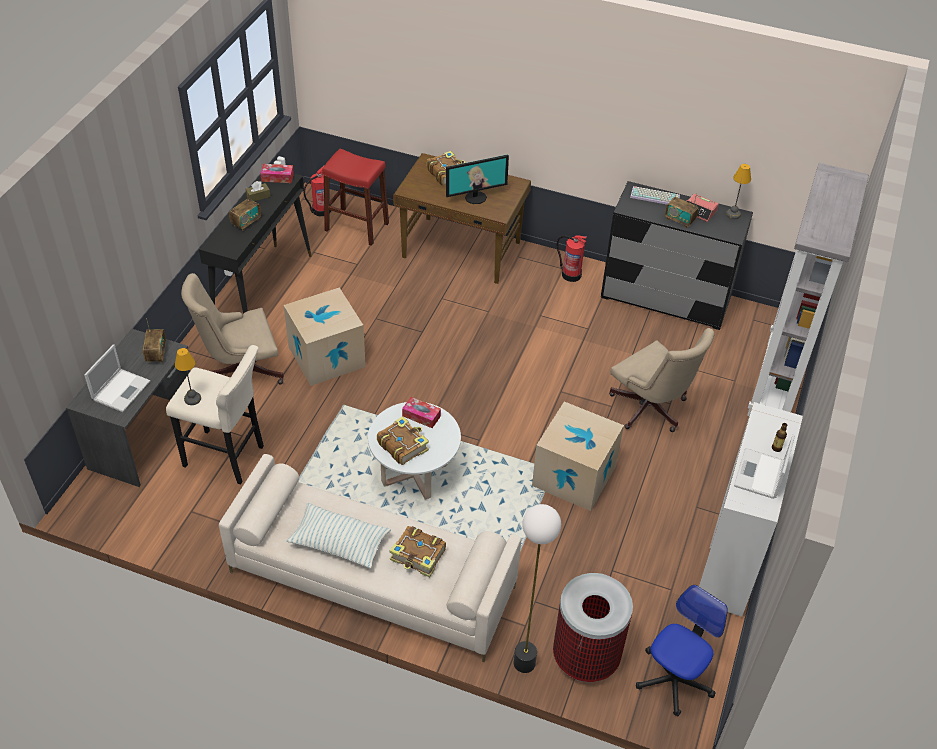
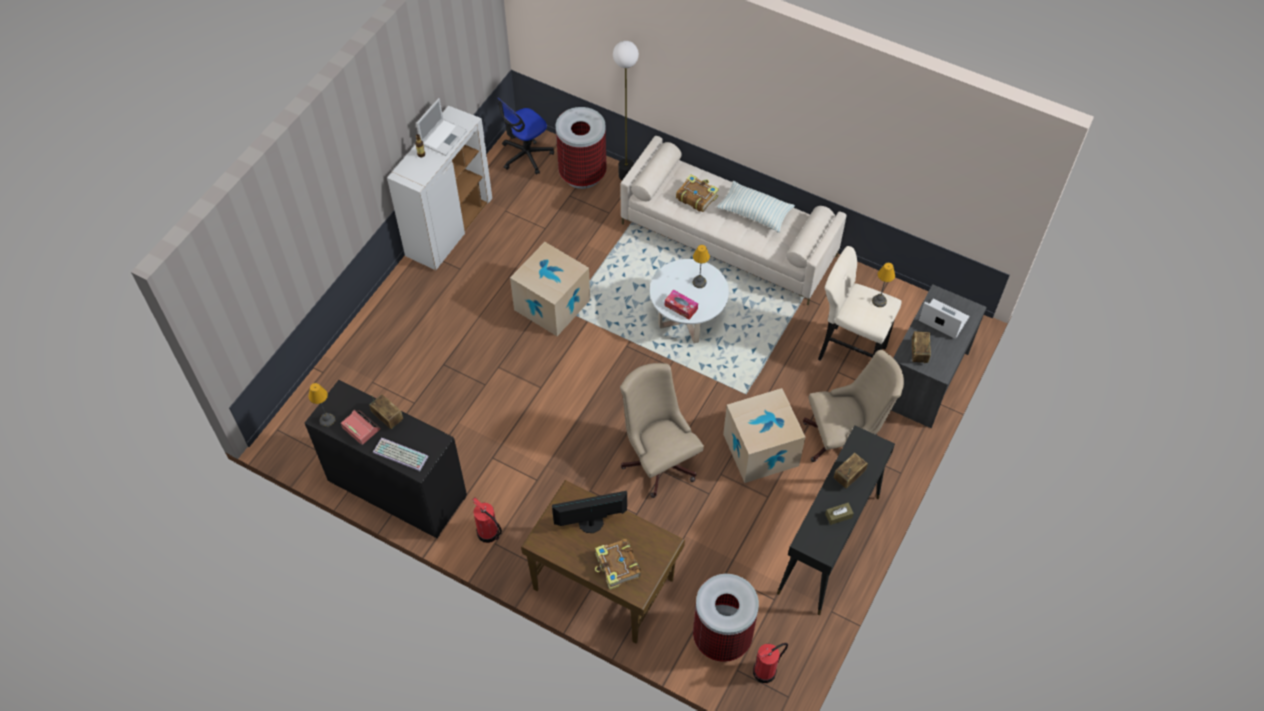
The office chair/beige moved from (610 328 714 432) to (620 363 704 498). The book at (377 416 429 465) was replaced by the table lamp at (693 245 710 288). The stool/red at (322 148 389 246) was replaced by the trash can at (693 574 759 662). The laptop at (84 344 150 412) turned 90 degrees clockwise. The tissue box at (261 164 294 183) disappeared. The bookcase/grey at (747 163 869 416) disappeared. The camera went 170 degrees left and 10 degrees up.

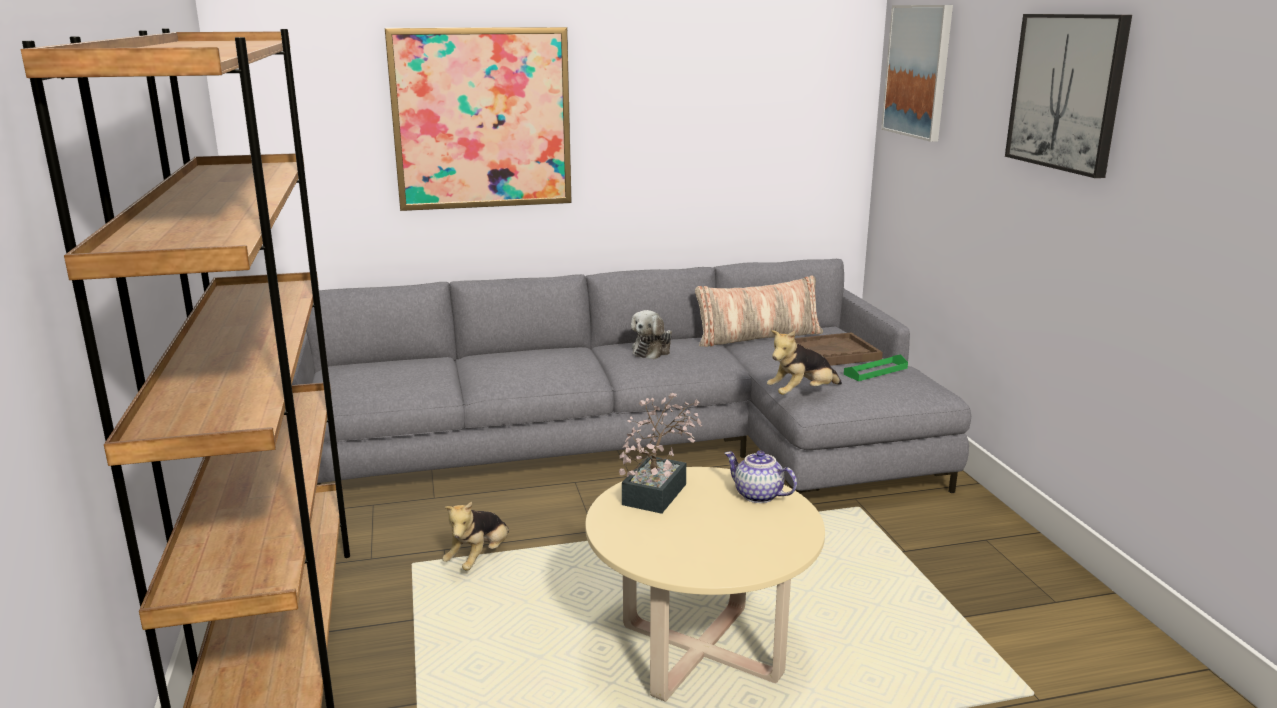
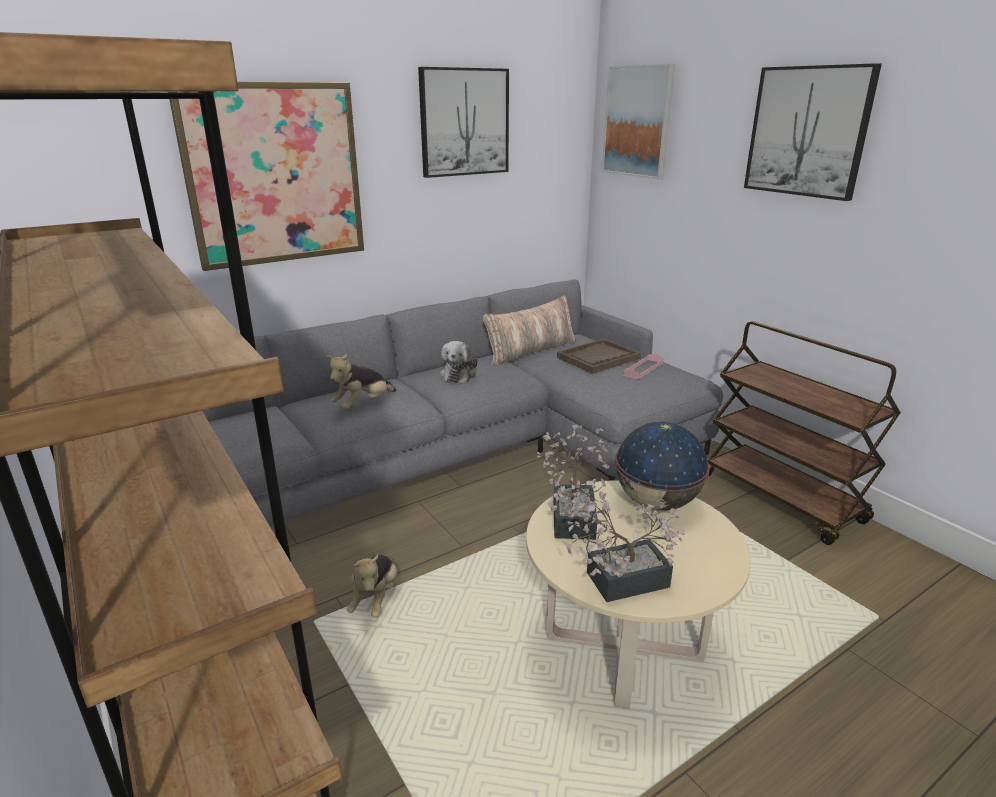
The plush toy moved from (767 330 842 395) to (326 354 396 410). The picture at (418 67 509 178) appeared. The potted plant at (565 492 685 602) appeared. The teapot at (725 451 797 503) was replaced by the globe at (615 422 710 511). The tray/green at (844 354 908 381) became the tray/pink at (623 353 664 380). The cart/brown at (707 321 901 545) appeared. The camera went 20 degrees left and 5 degrees up.

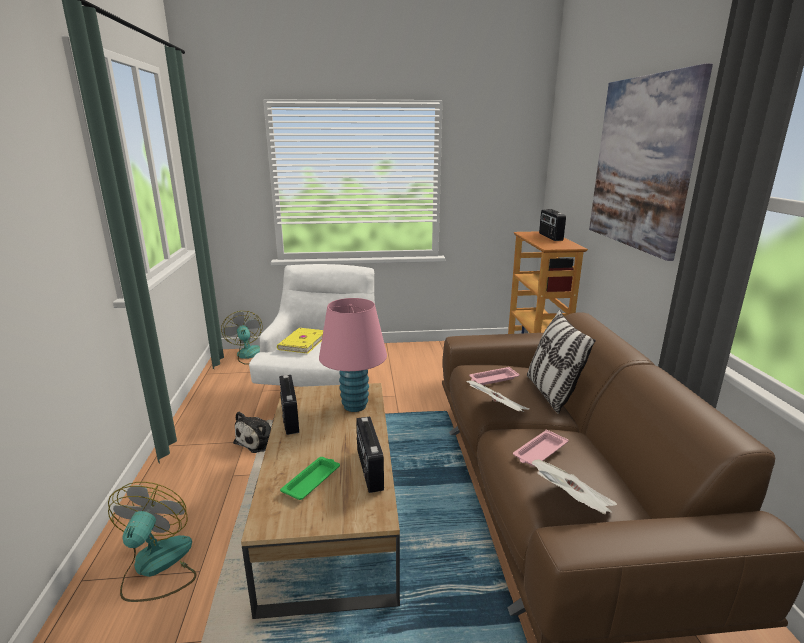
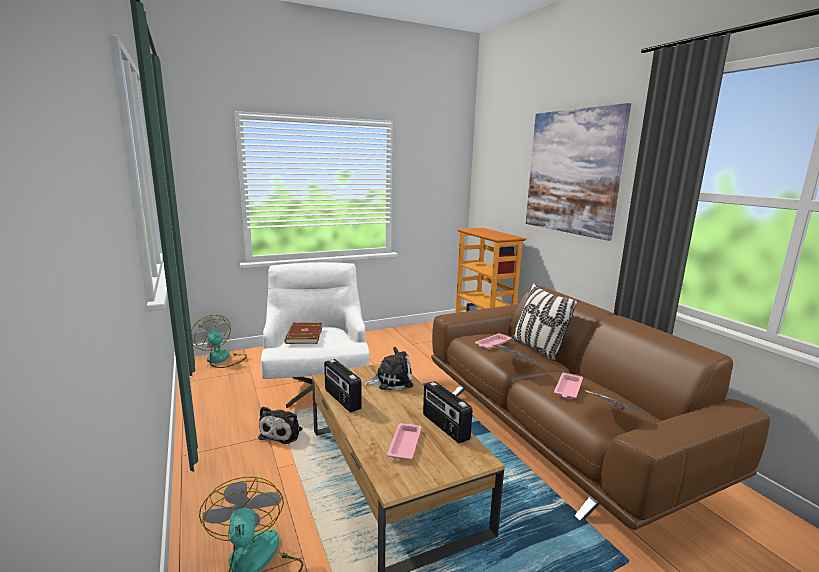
The book/yellow at (277 328 323 354) became the book/brown at (285 322 322 344). The table lamp/pink at (319 298 387 412) was replaced by the plush toy at (362 347 413 391). The tray/green at (280 457 340 500) became the tray/pink at (387 423 421 460). The radio at (539 209 566 241) disappeared. The camera went 20 degrees left and 5 degrees down.

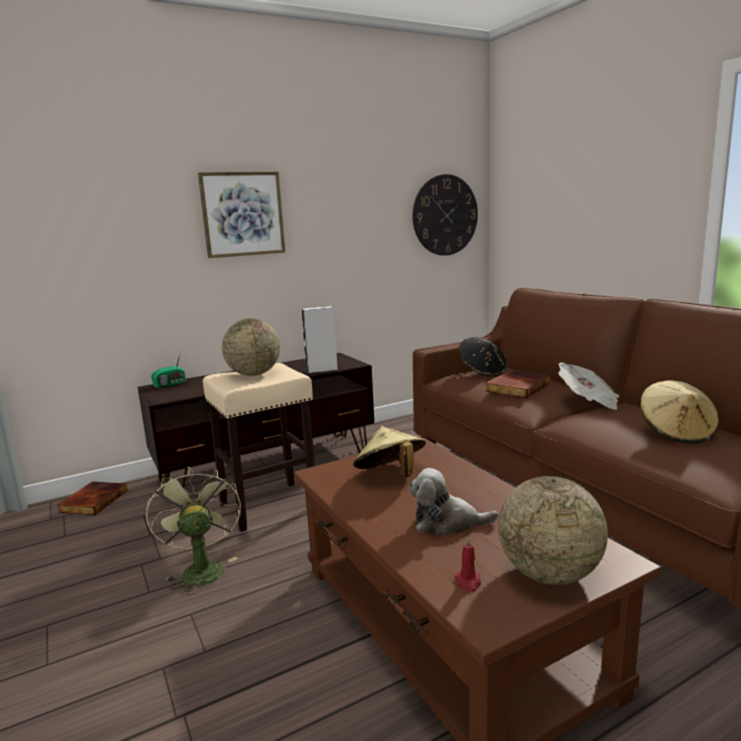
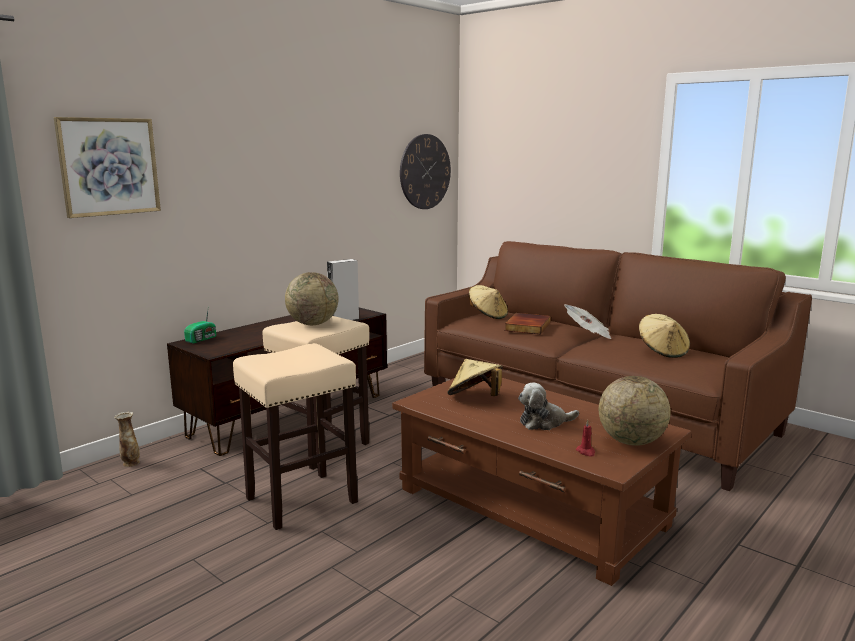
The picture moved from (198 172 285 258) to (54 117 161 218). The book at (58 482 127 515) was replaced by the vase at (114 412 140 467). The fan/green at (146 466 241 595) was replaced by the stool/beige at (233 343 358 530). The hat/black at (459 337 507 377) became the hat/beige at (469 285 508 319). The camera went 20 degrees left and 0 degrees up.

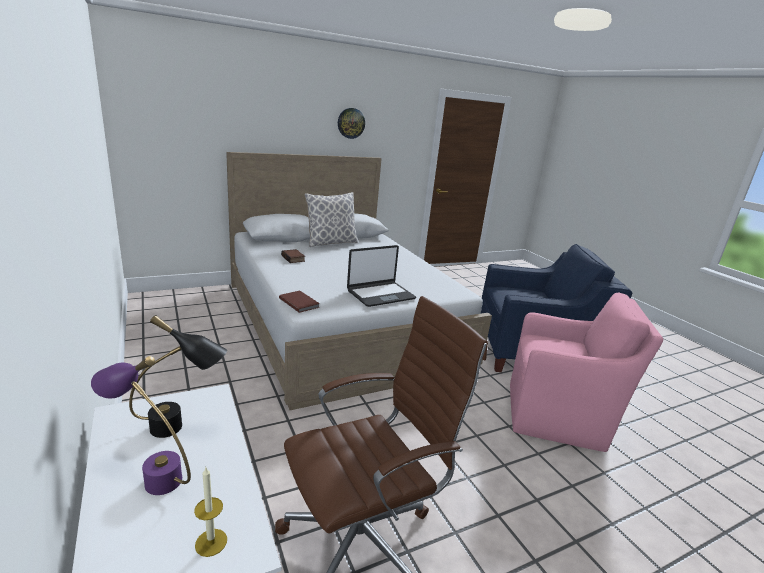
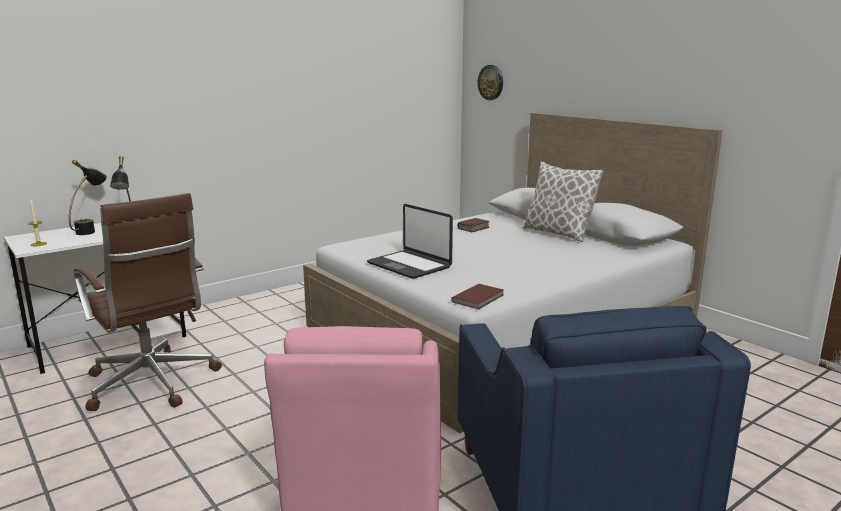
The table lamp/purple at (91 356 191 495) became the table lamp/black at (69 160 107 235). The book/brown moved from (279 291 320 313) to (451 284 504 309). The wall clock moved from (338 108 365 139) to (478 65 503 100). The camera went 80 degrees right and 5 degrees down.

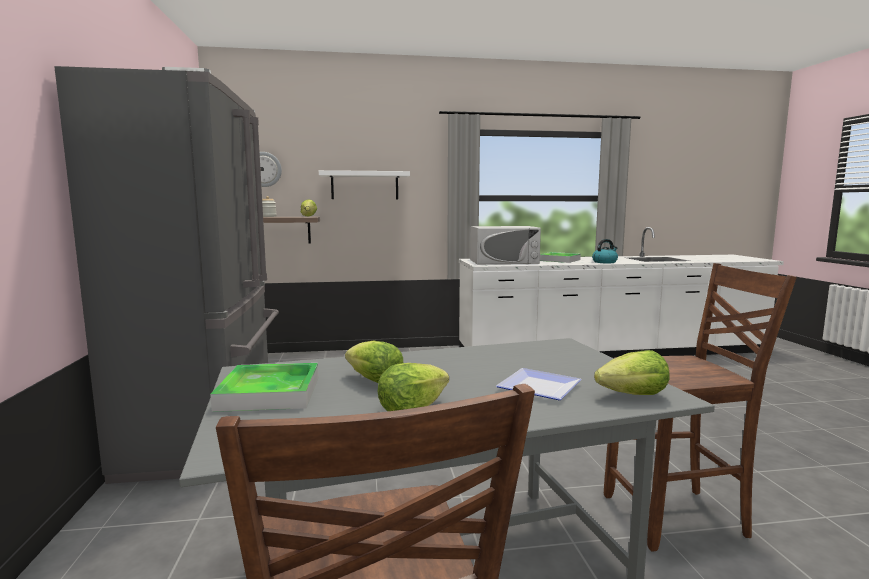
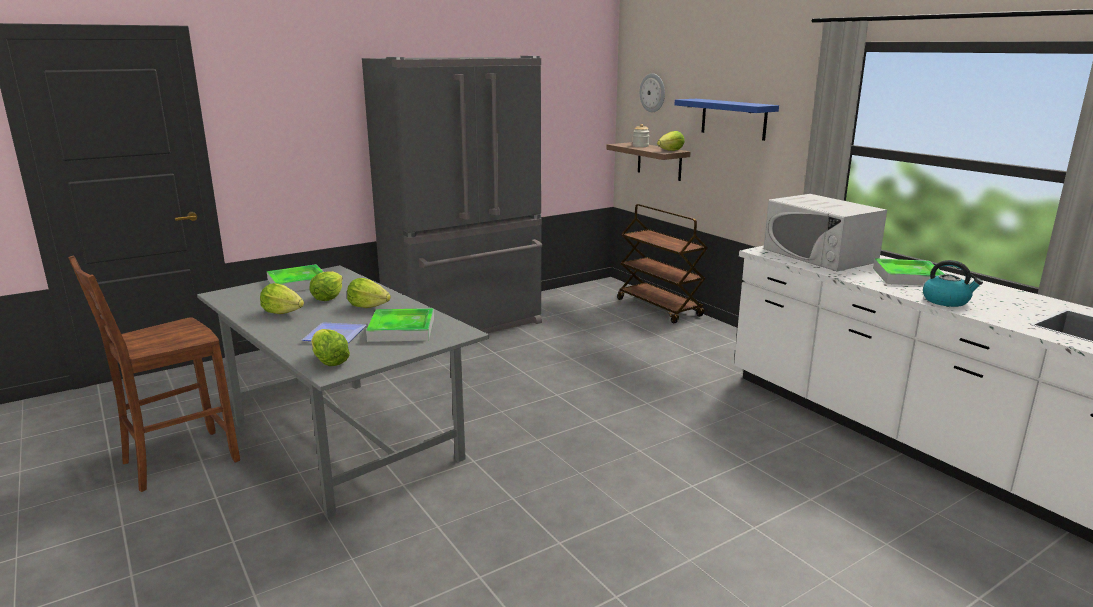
The lettuce at (347 278 391 308) appeared. The tray at (366 308 434 342) appeared. The cart/brown at (617 204 708 324) appeared. The shelf/white at (319 170 410 199) became the shelf/blue at (675 99 779 141). The chair/brown at (604 263 797 552) disappeared. The camera went 65 degrees right and 10 degrees up.

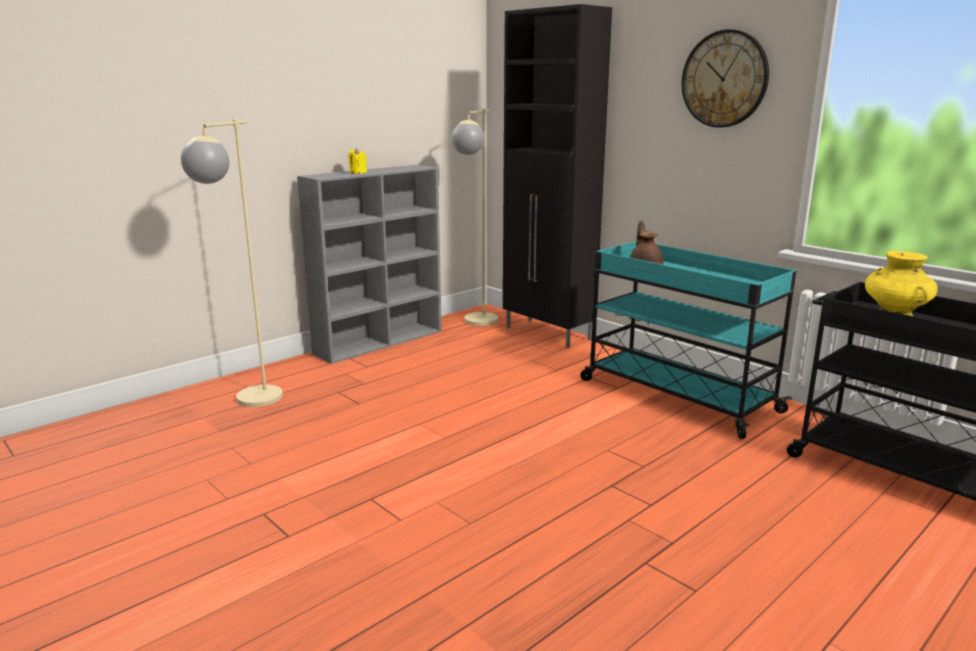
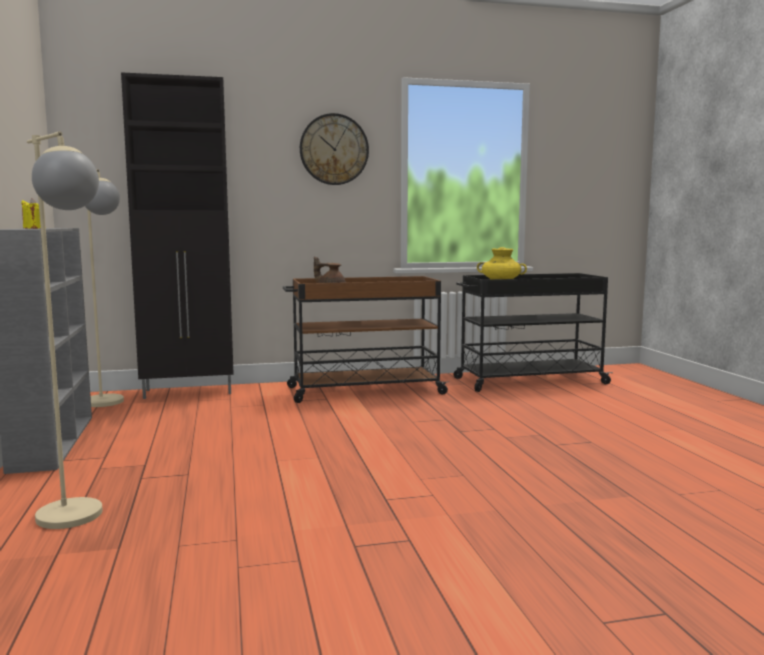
The cart/turquoise at (580 241 796 439) became the cart/brown at (283 276 450 403). The camera went 60 degrees left and 10 degrees down.

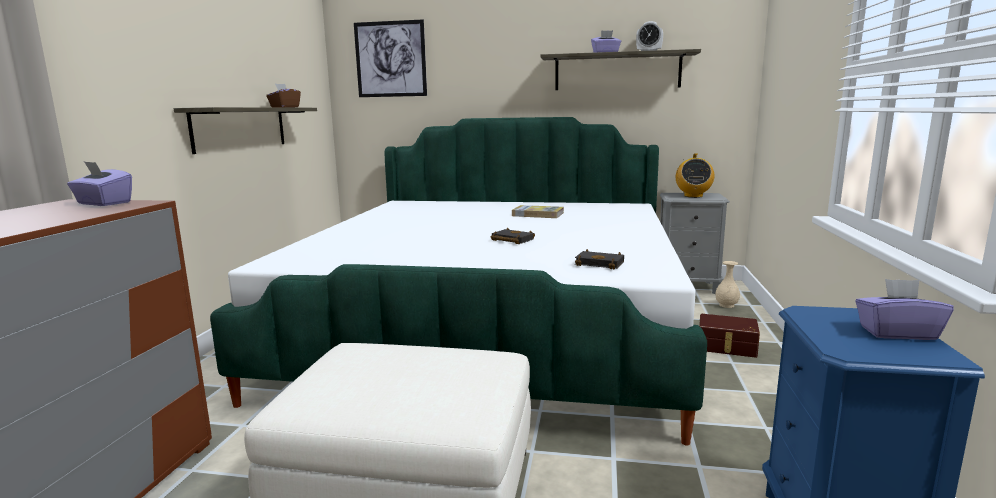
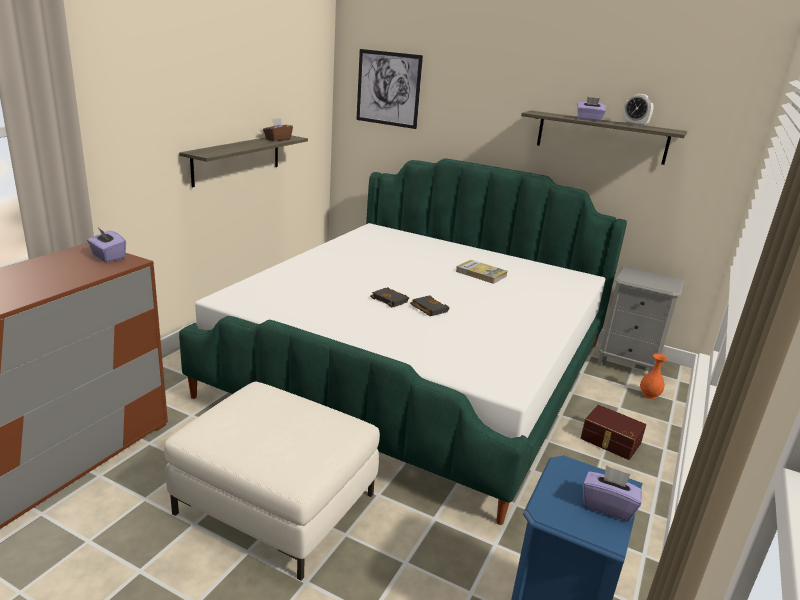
The book/black moved from (575 249 624 269) to (370 287 409 307). The vase/beige at (715 261 740 308) became the vase/orange at (640 354 668 399). The radio at (676 154 715 198) disappeared. The camera went 15 degrees right and 10 degrees up.

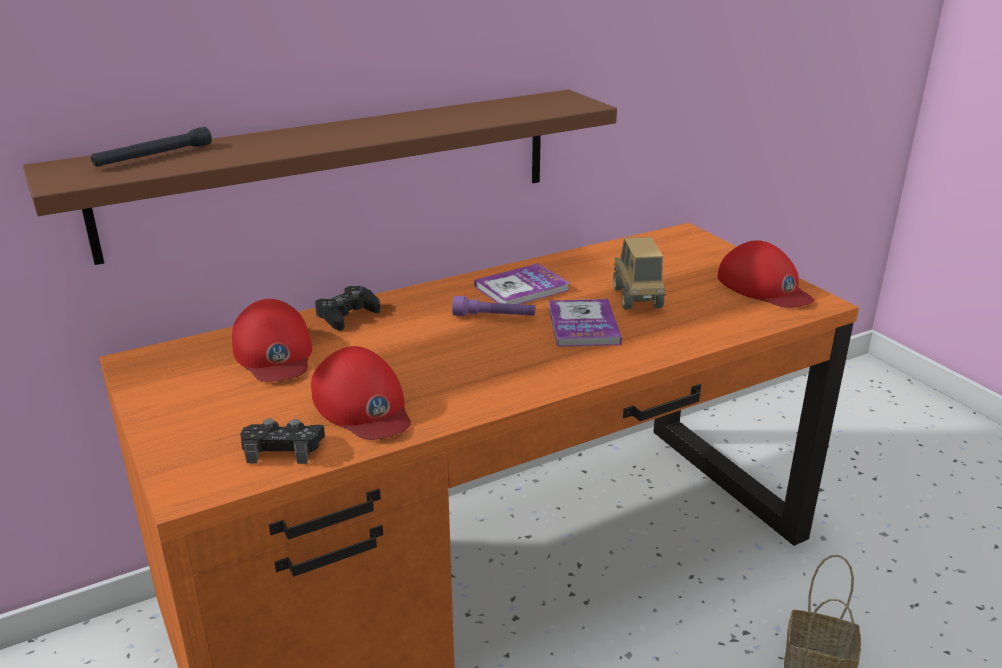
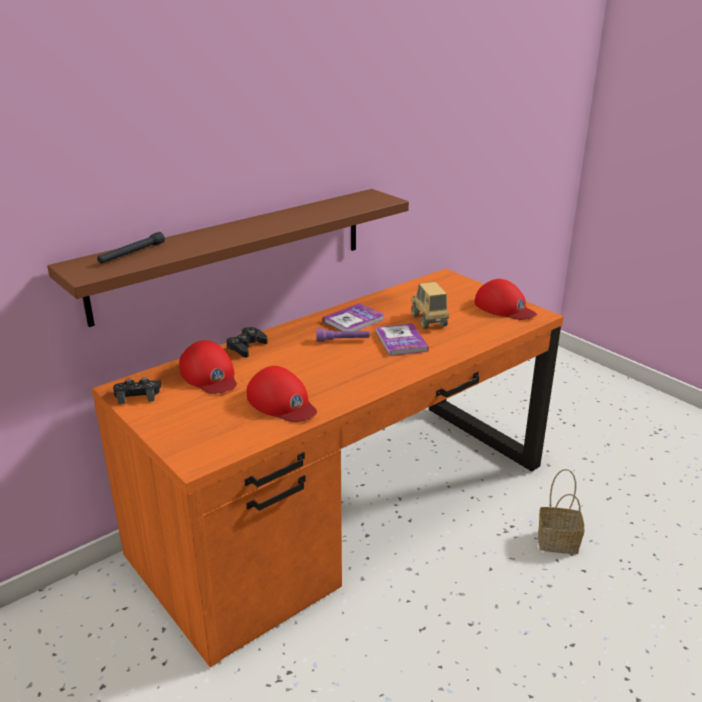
The game controller/black moved from (240 419 325 464) to (113 377 161 404). The camera went 10 degrees left and 0 degrees up.

